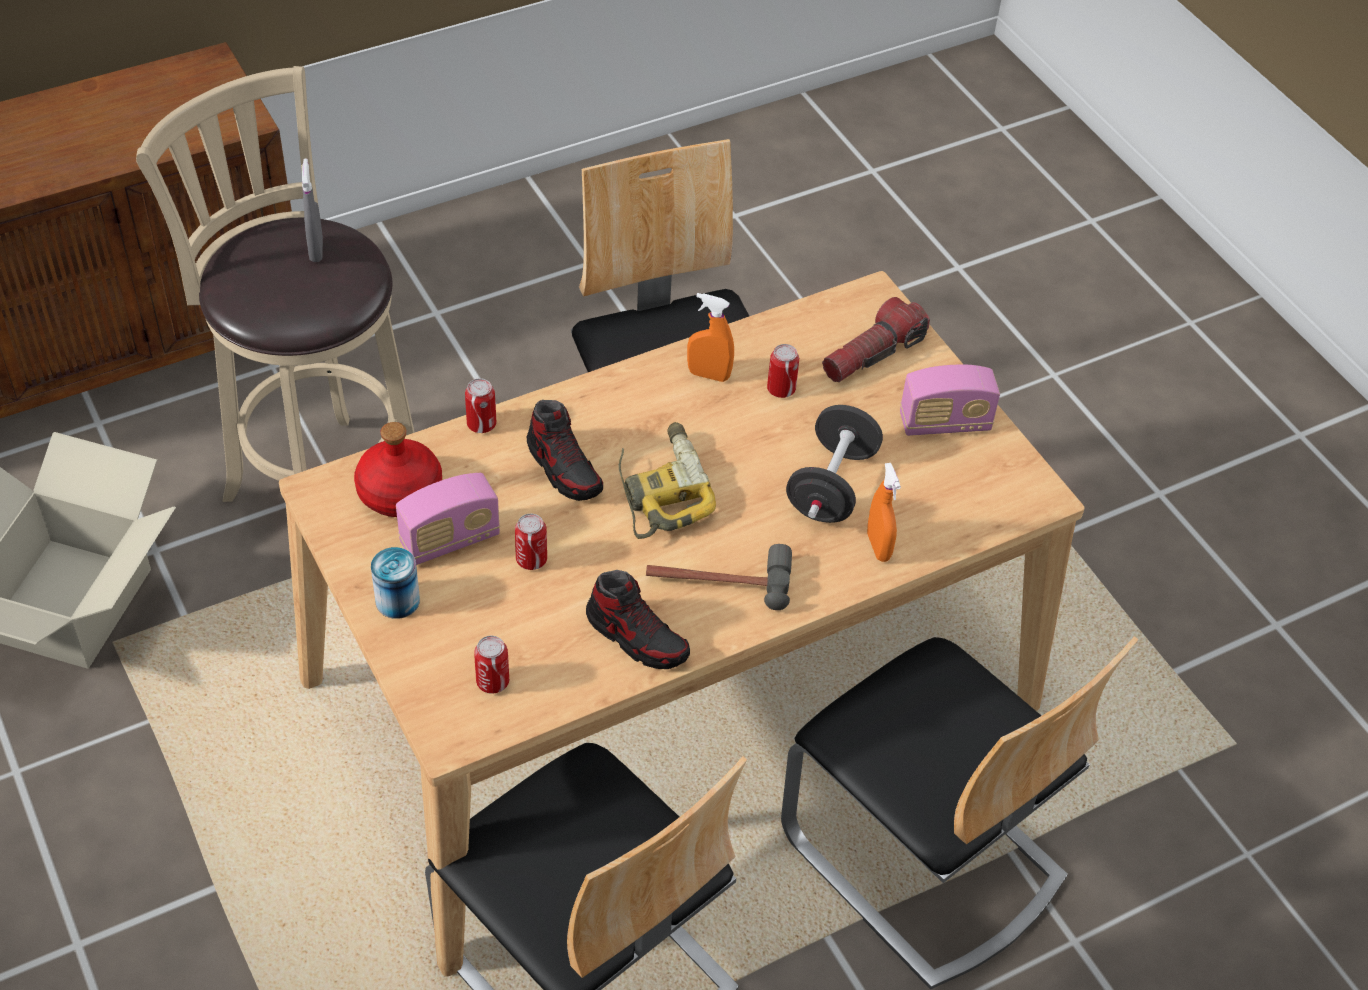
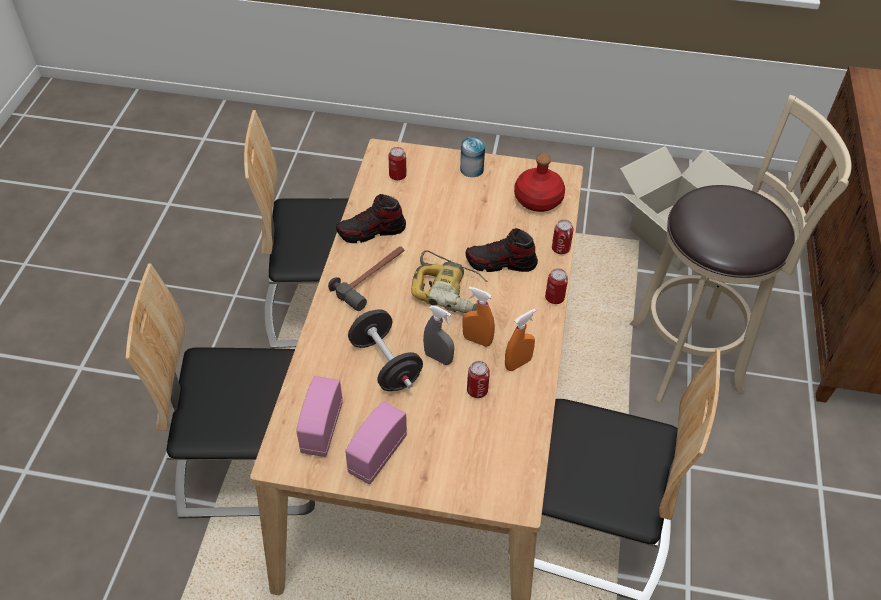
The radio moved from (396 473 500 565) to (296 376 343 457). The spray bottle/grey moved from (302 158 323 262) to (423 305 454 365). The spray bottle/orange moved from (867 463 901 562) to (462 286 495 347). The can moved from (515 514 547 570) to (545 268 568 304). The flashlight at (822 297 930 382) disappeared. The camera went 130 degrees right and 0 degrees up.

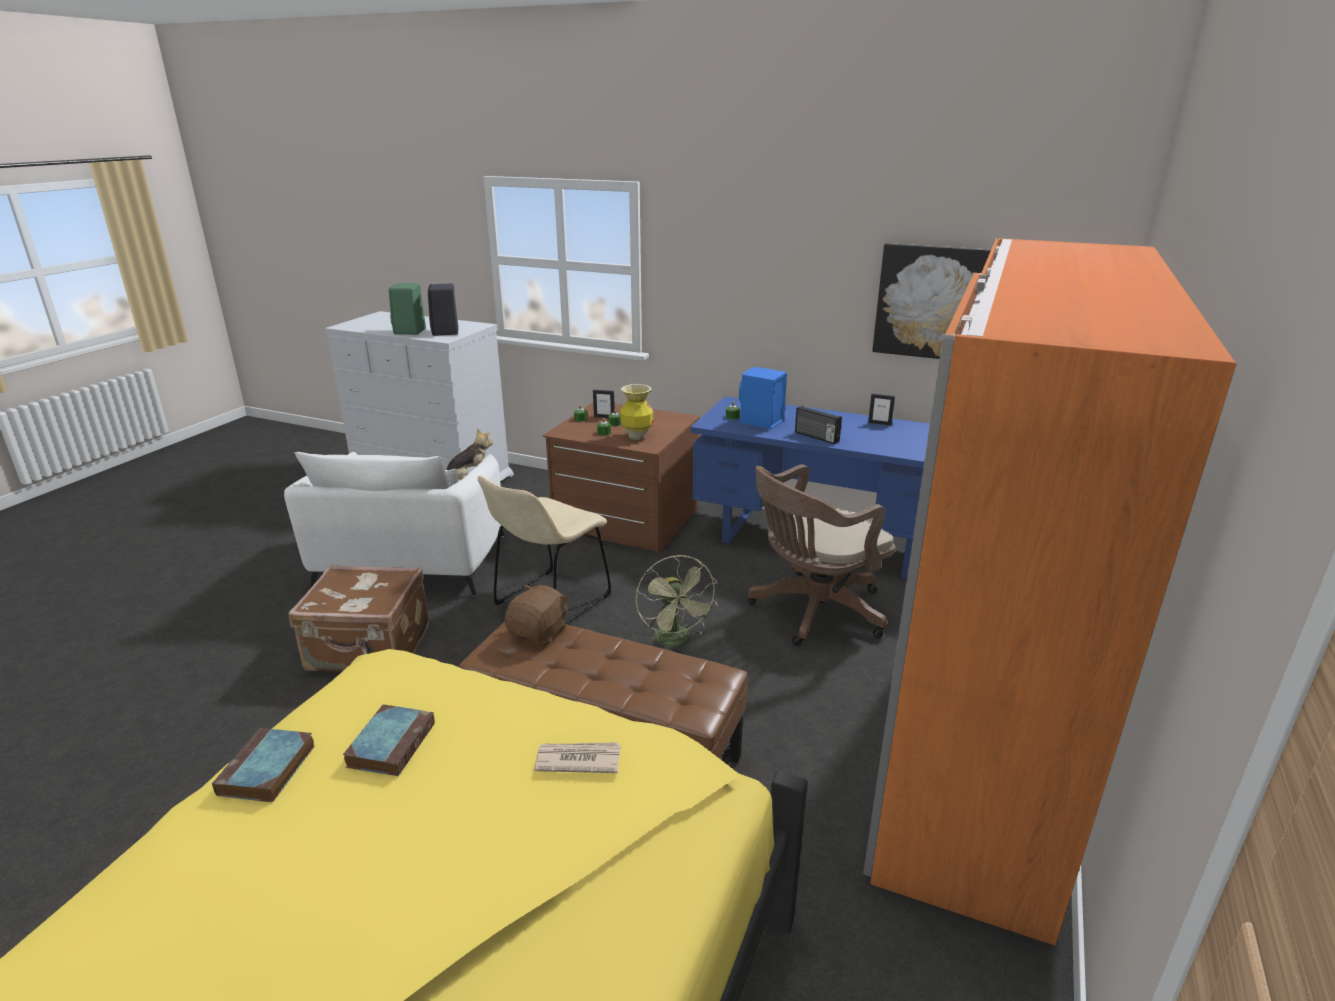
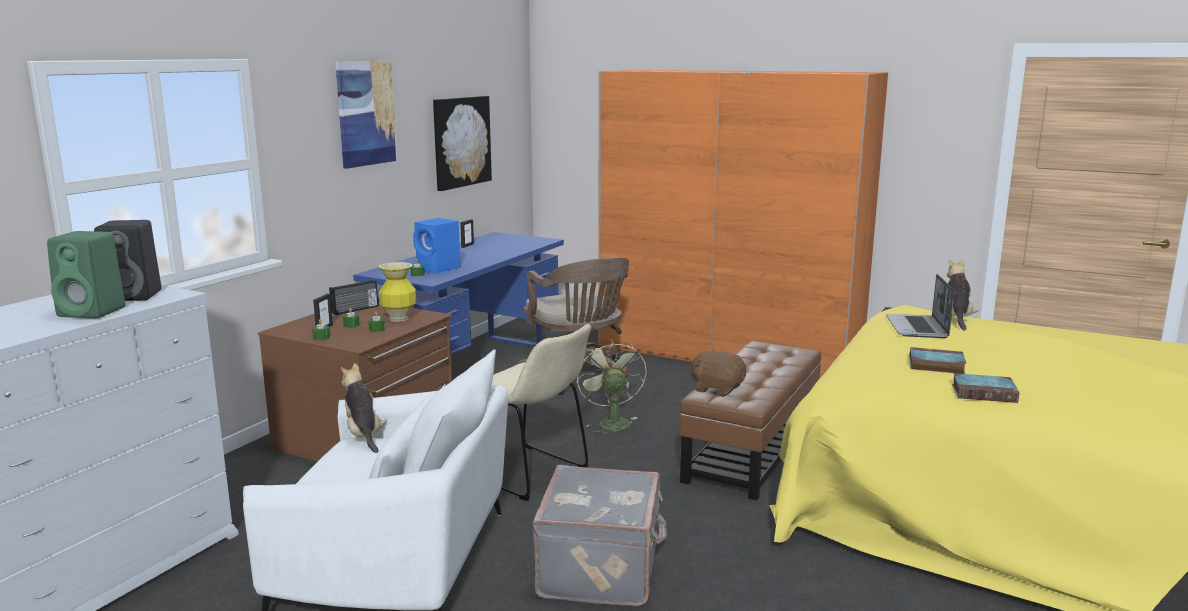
The radio moved from (795 406 842 444) to (329 280 378 315). The picture at (335 61 397 169) appeared. The suitcase/brown at (288 565 429 671) became the suitcase/grey at (533 465 667 606). The fan/green at (636 555 718 646) turned 90 degrees counterclockwise. The newspaper at (535 742 621 773) was replaced by the laptop at (886 274 954 338). The plush toy at (947 259 979 330) appeared. The camera went 85 degrees left and 10 degrees down.

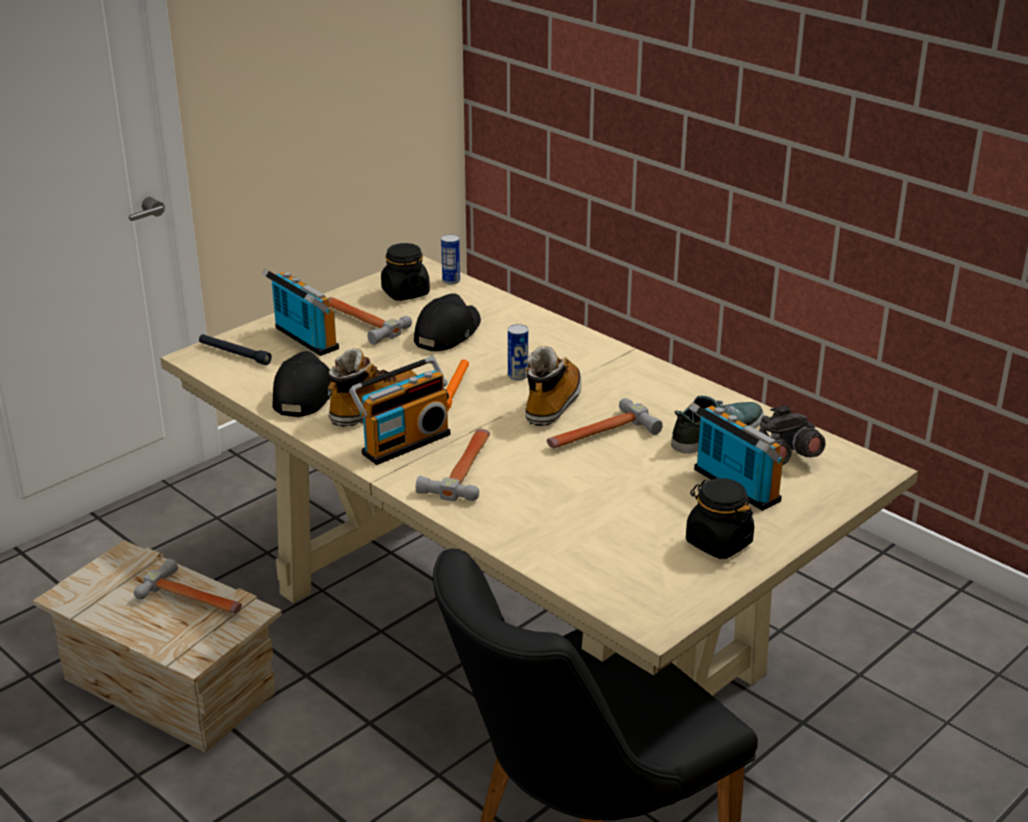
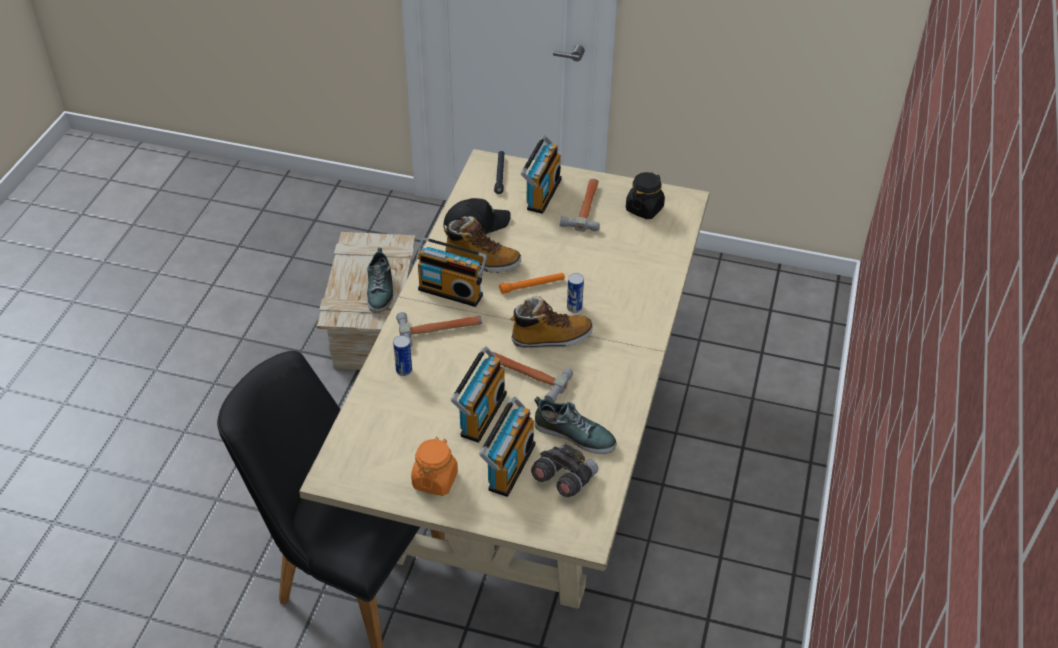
The hammer at (134 559 242 614) was replaced by the shoe at (367 248 393 313). The can moved from (441 234 460 285) to (393 335 412 376). The jar/black at (686 478 754 559) became the jar/orange at (411 437 458 496). The radio at (451 347 507 443) appeared. The cap/black at (414 293 481 352) disappeared. The camera went 60 degrees right and 15 degrees up.

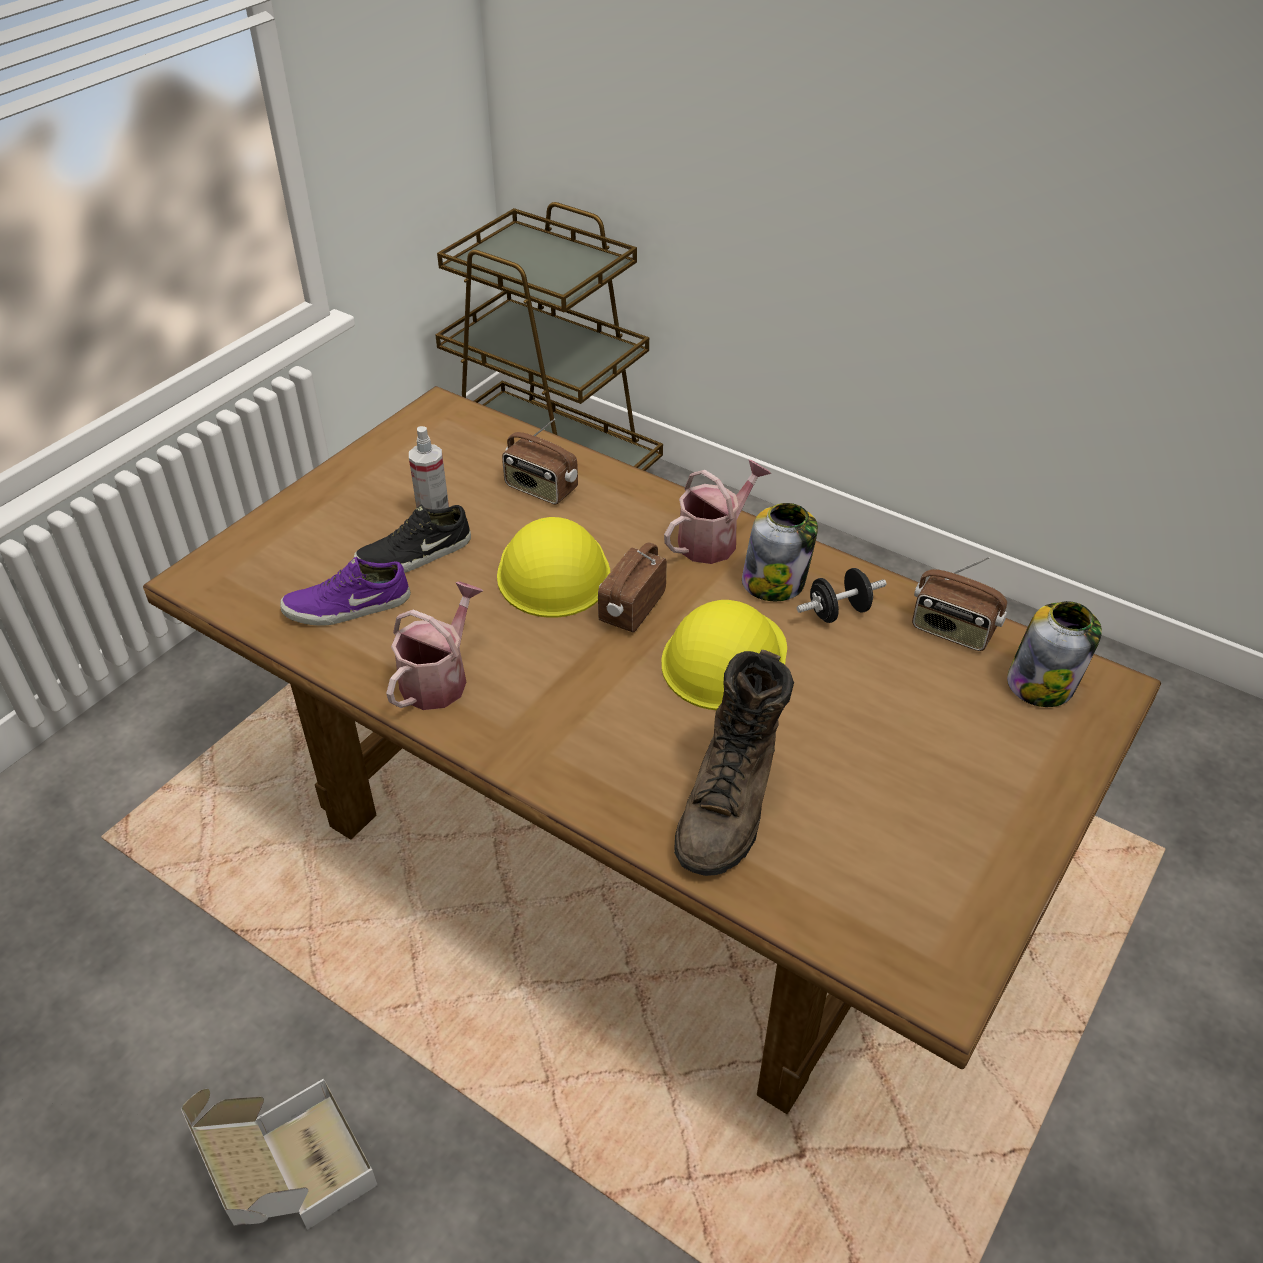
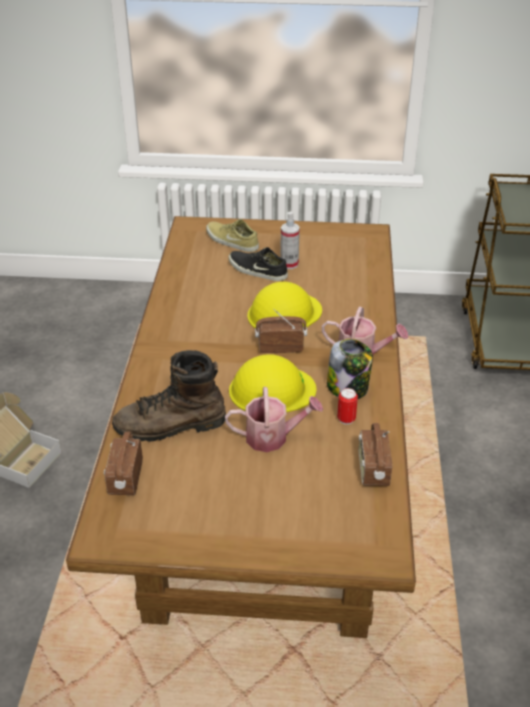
The radio moved from (502 418 578 505) to (104 432 143 495). The shoe/beige at (206 219 259 252) appeared. The watering can moved from (386 581 483 710) to (225 387 323 452). The dumbbell/black at (797 568 887 623) was replaced by the can at (337 388 358 424). The shoe/purple at (280 557 411 626) disappeared. The jar at (1007 601 1102 707) disappeared. The camera went 60 degrees right and 5 degrees down.

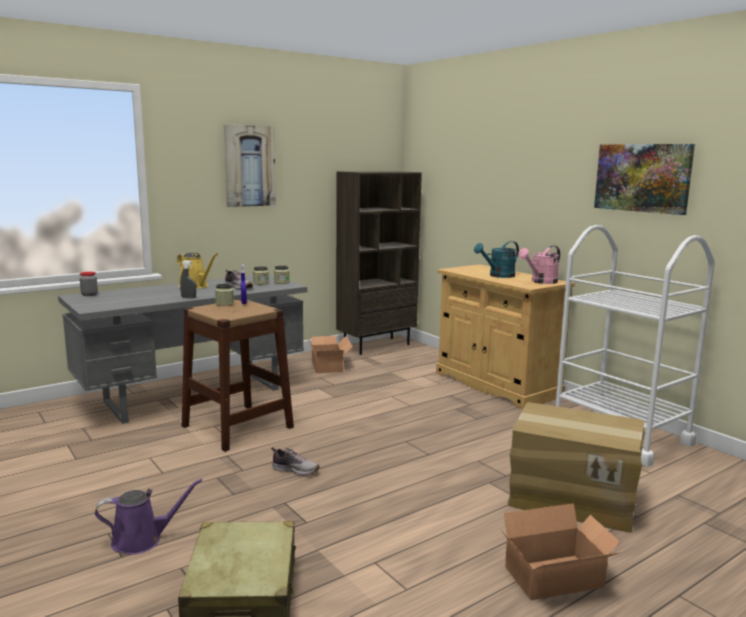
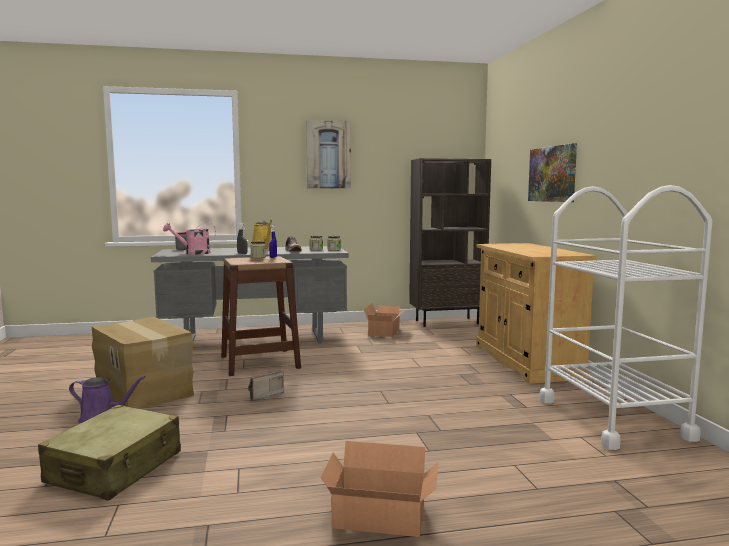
The cardboard box moved from (508 402 645 533) to (92 317 194 409). The watering can/pink moved from (518 246 560 284) to (163 222 216 254). The shoe at (271 447 319 476) was replaced by the radio at (248 371 285 401). The picture moved from (594 144 695 215) to (528 143 577 202). The watering can/turquoise at (474 241 519 278) disappeared. The camera went 25 degrees right and 5 degrees down.

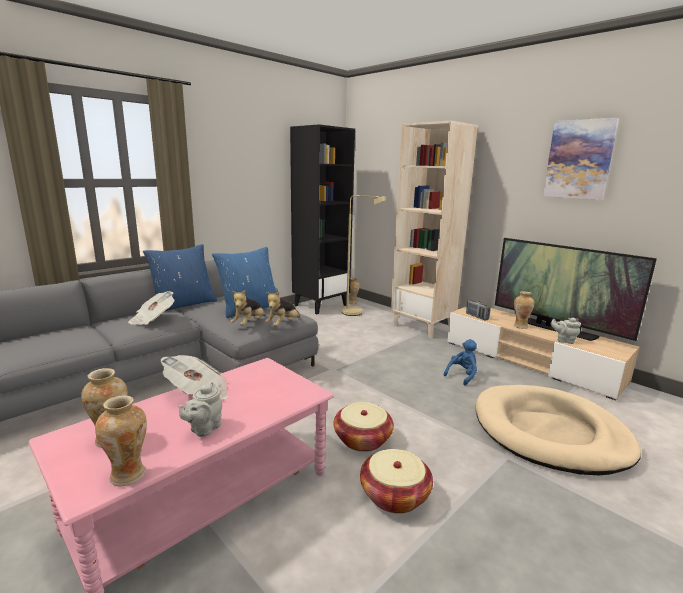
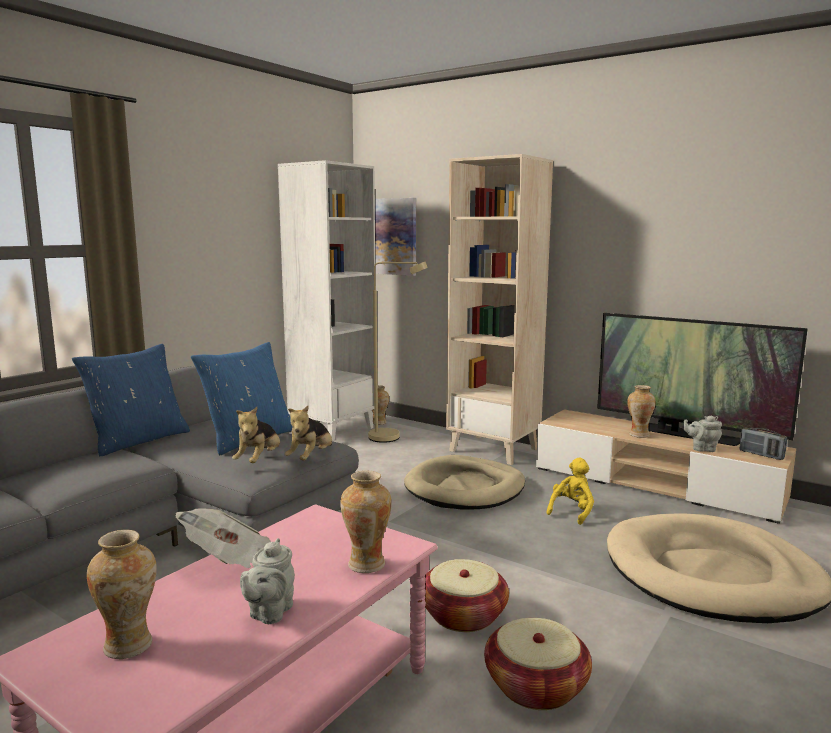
The bookcase/black at (290 124 355 314) became the bookcase/white at (278 160 375 442). The vase moved from (95 395 147 486) to (340 471 392 573). The picture moved from (543 118 619 200) to (375 198 416 276). The dog bed/beige at (404 455 525 510) appeared. The plush toy/blue at (444 339 477 385) became the plush toy/yellow at (546 457 594 525). The radio moved from (466 300 491 320) to (740 428 787 460). The newspaper at (128 291 174 325) disappeared. The camera went 10 degrees left and 5 degrees down.

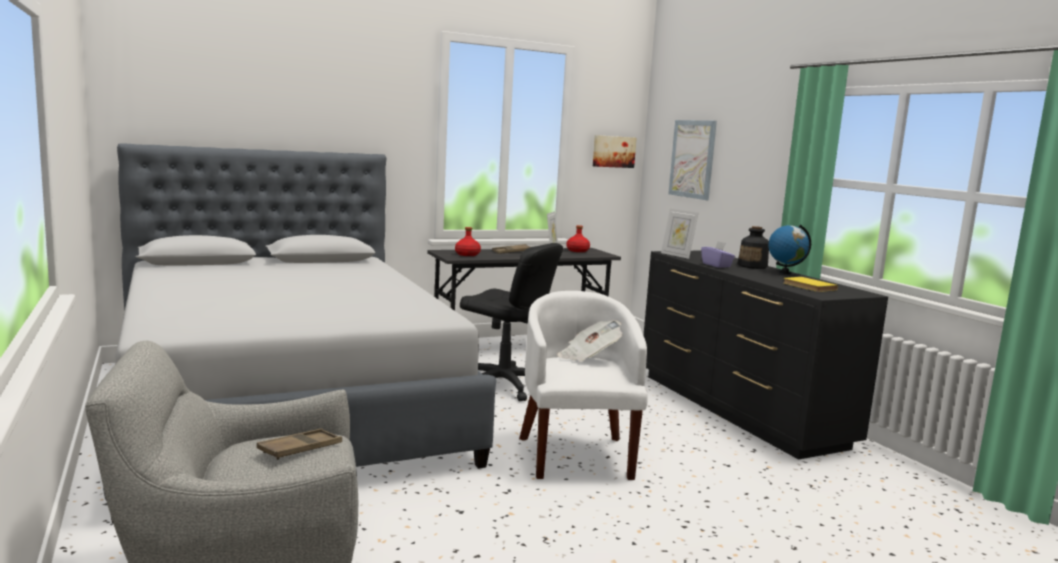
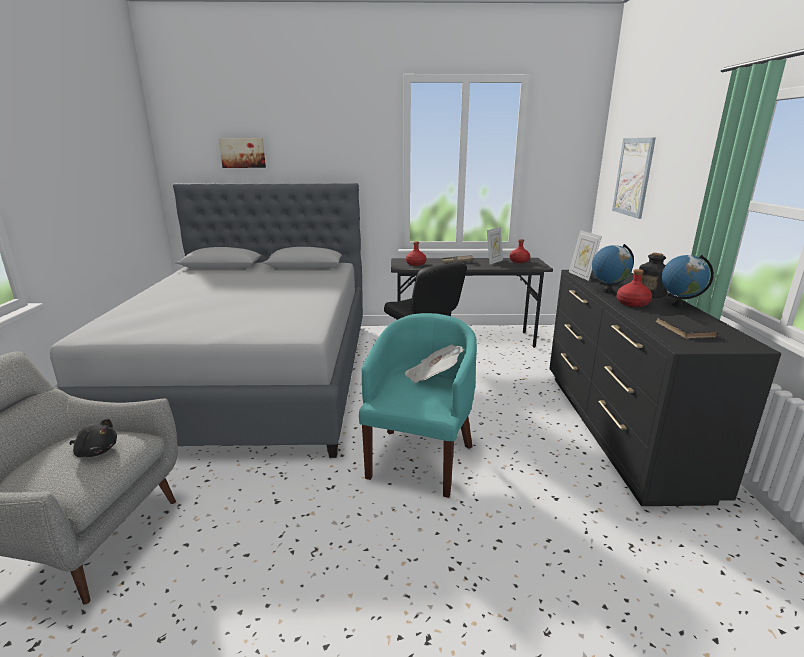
The tray/brown at (257 429 342 460) was replaced by the plush toy/black at (70 419 117 457). The picture moved from (593 135 637 168) to (219 138 266 168). The armchair/white at (519 291 648 480) became the armchair/turquoise at (359 313 477 498). The tissue box/purple at (701 241 735 268) was replaced by the globe at (592 244 634 293). The bottle/red at (616 269 652 307) appeared. The book/yellow at (784 277 838 292) became the book/black at (656 315 717 339). The camera went 25 degrees right and 10 degrees up.

